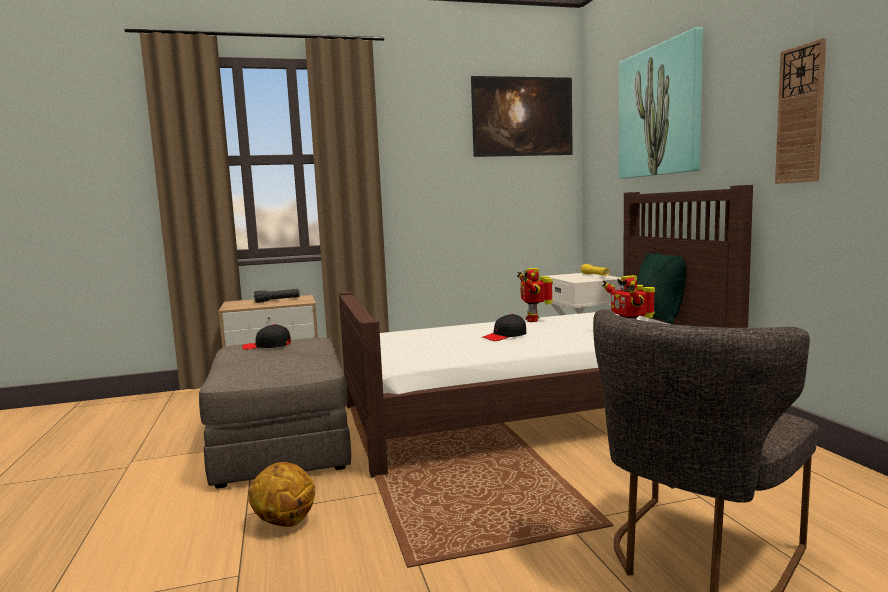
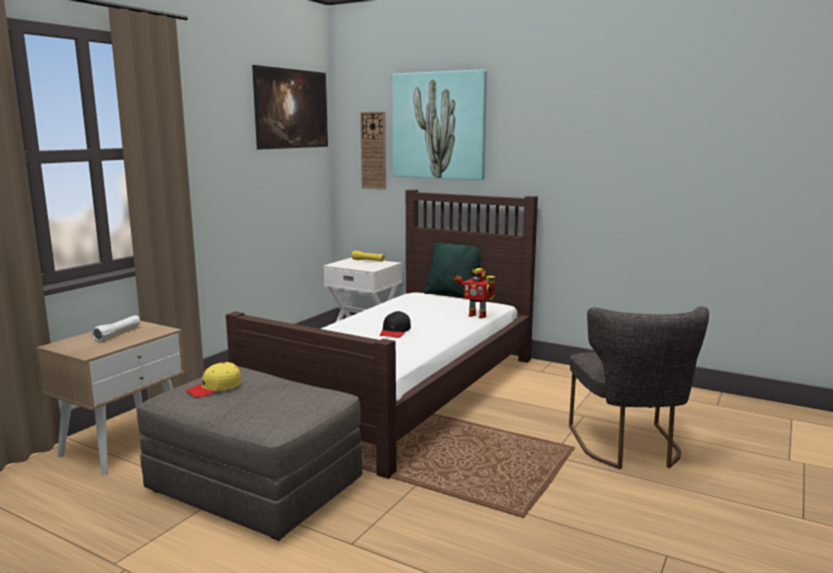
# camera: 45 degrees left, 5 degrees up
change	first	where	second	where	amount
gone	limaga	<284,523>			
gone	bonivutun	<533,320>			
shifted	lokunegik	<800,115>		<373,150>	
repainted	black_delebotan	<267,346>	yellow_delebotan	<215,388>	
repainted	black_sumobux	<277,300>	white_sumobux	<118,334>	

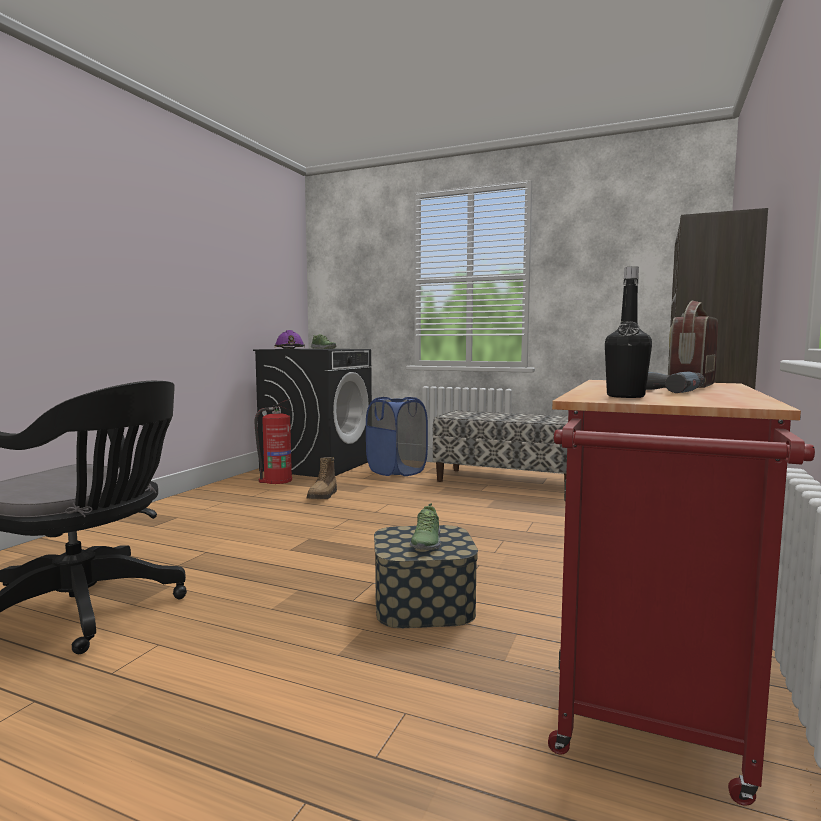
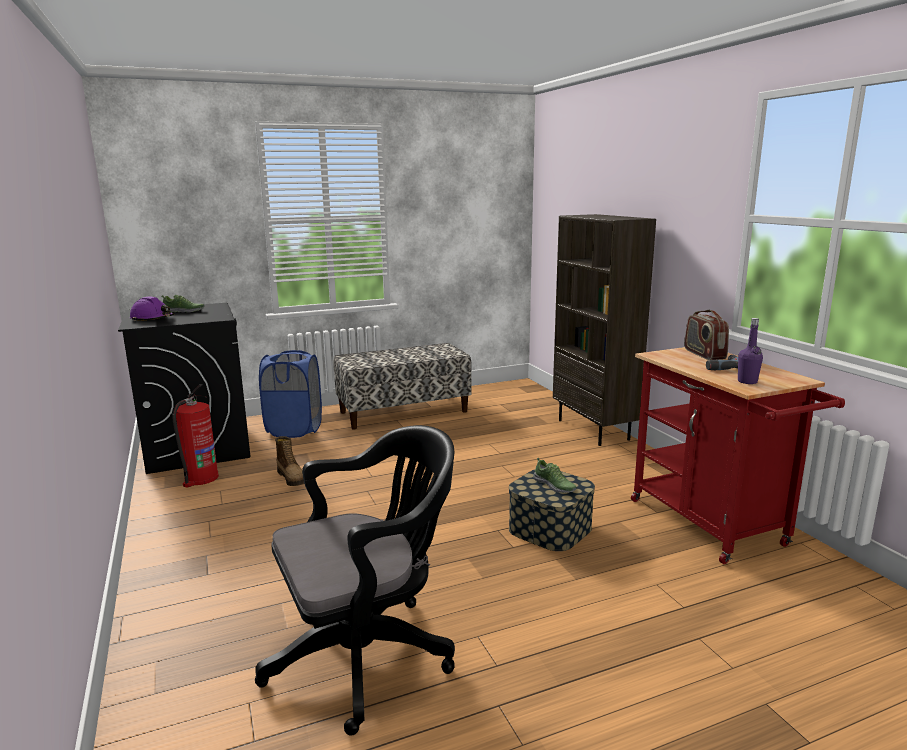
# camera: 45 degrees left, 10 degrees up
change	first	where	second	where	amount
repainted	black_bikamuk	<625,396>	purple_bikamuk	<747,381>	

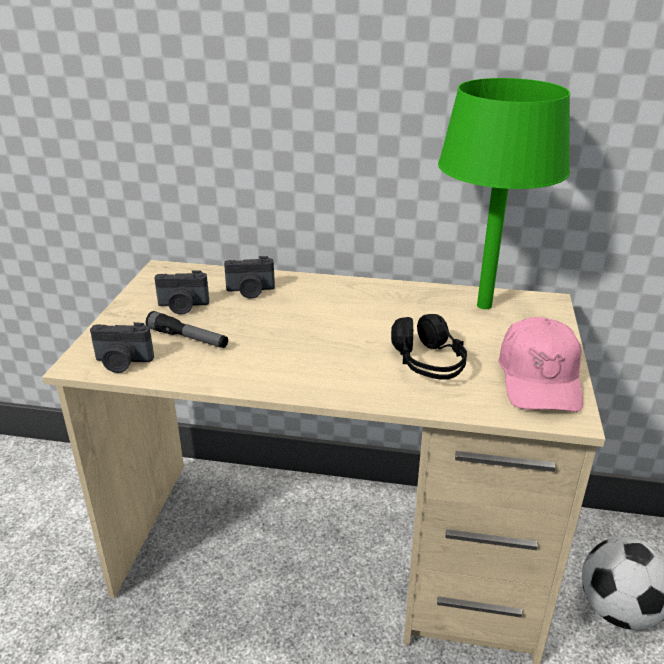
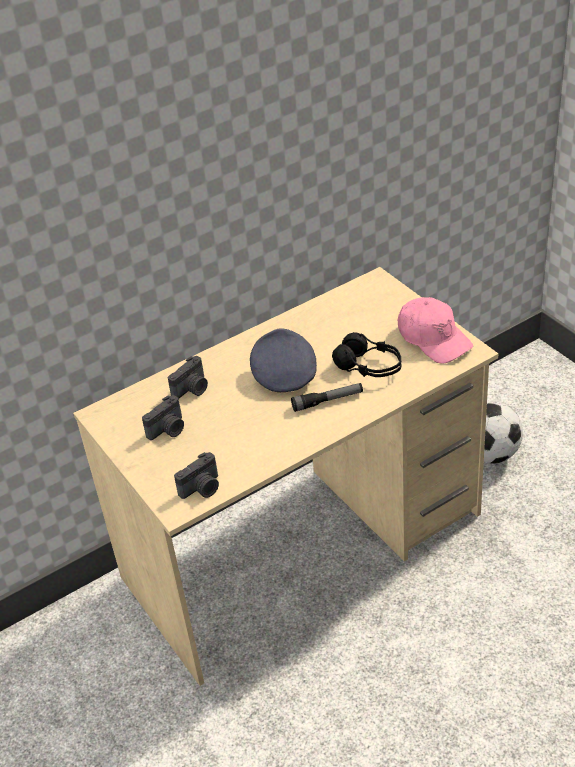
# camera: 40 degrees left, 10 degrees up
change	first	where	second	where	amount
gone	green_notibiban	<483,305>			
new			grey_delebotan	<283,373>	
shifted	sumobux	<188,338>		<327,401>	

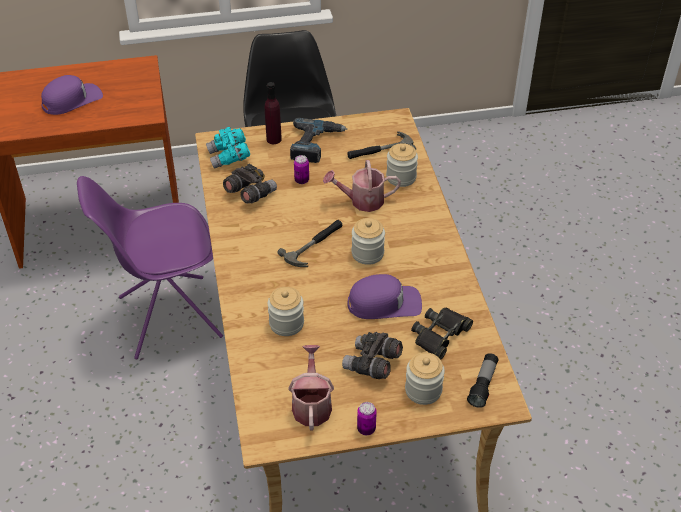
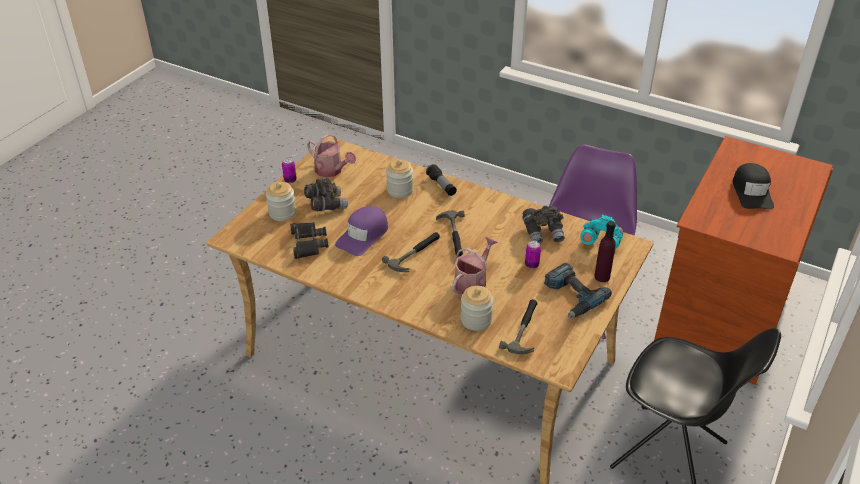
# camera: 130 degrees right, 5 degrees down
change	first	where	second	where	amount
shifted	sumobux	<483,385>		<441,186>	
swapped	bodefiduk	<367,253>	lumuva	<415,254>	
repainted	purple_delebotan	<72,100>	black_delebotan	<752,192>	

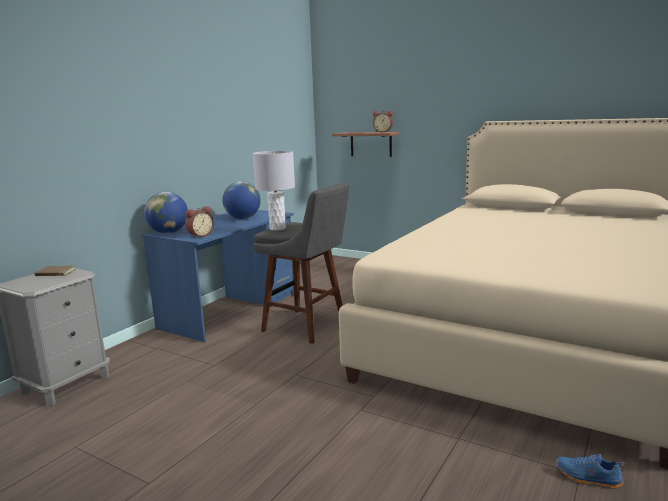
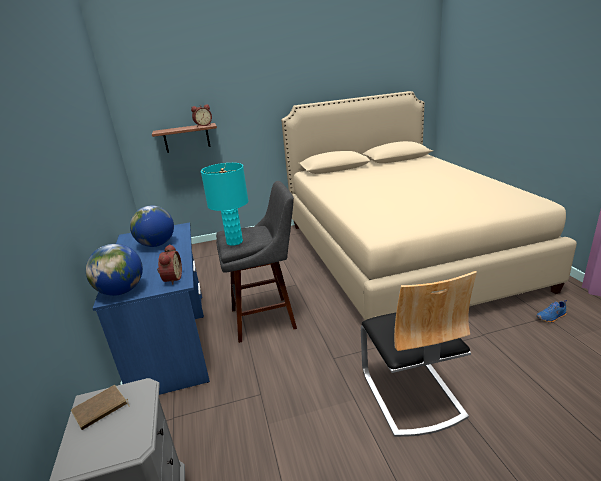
# camera: 45 degrees left, 10 degrees up
change	first	where	second	where	amount
new			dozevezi	<411,394>	
repainted	grey_notibiban	<278,228>	turquoise_notibiban	<235,242>	

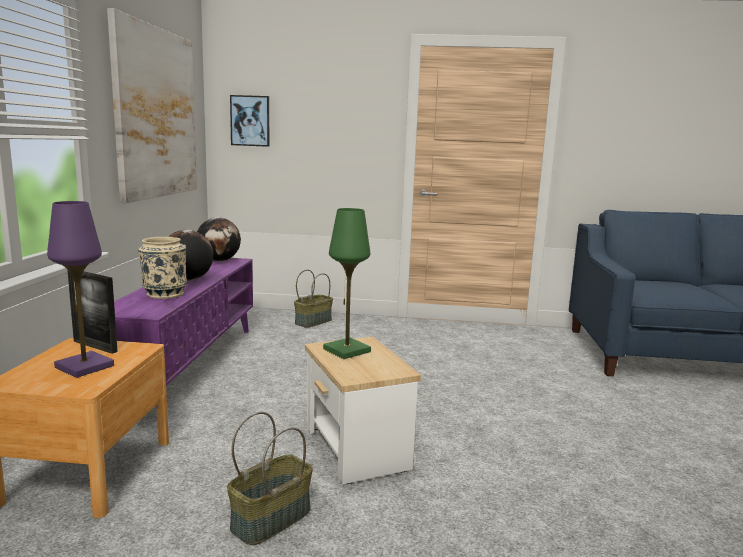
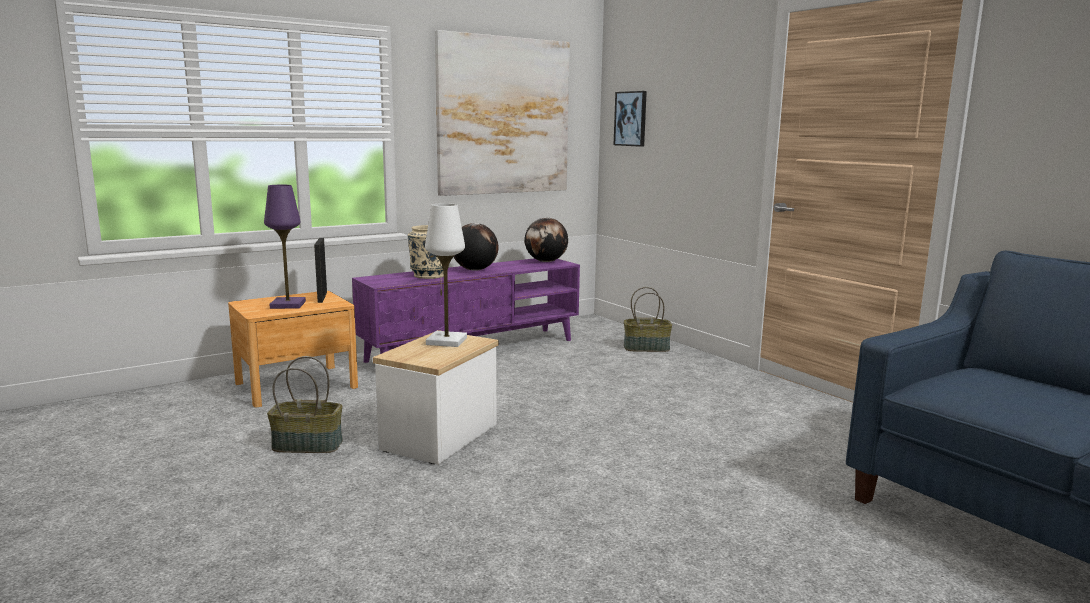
# camera: 50 degrees right, 0 degrees up
change	first	where	second	where	amount
repainted	green_notibiban	<346,350>	white_notibiban	<446,341>	

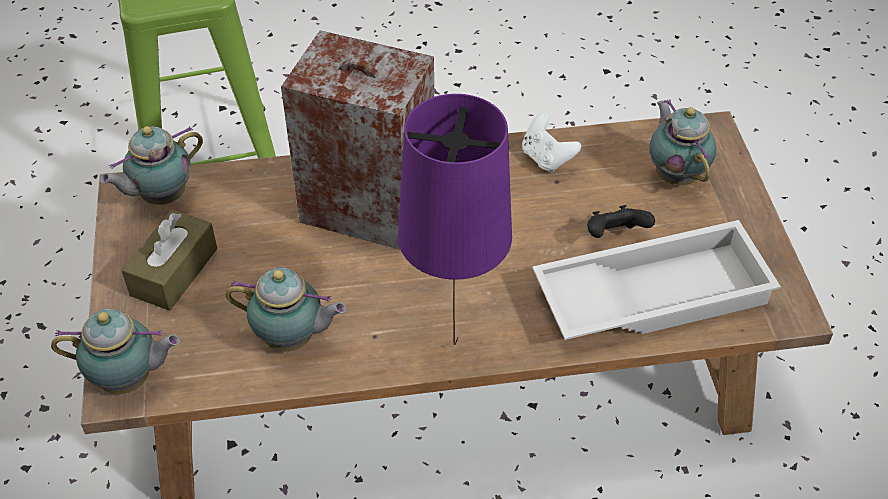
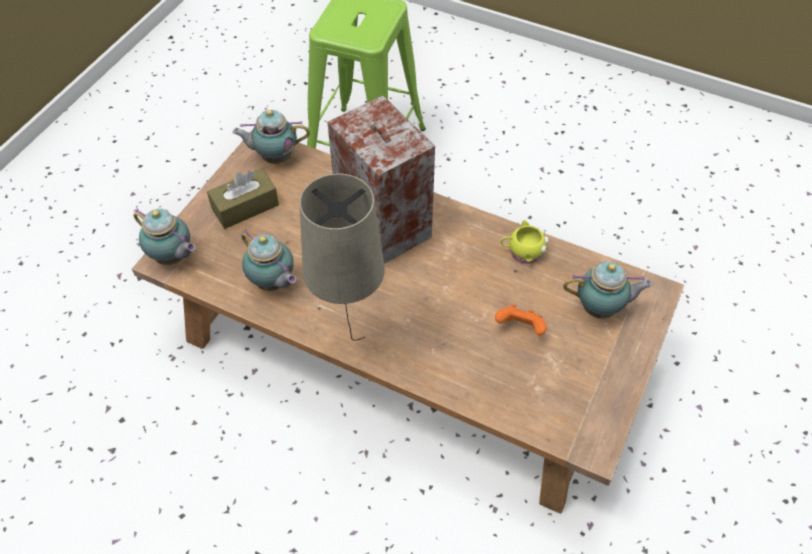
# camera: 35 degrees right, 5 degrees up
change	first	where	second	where	amount
gone	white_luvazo	<652,293>			
swapped	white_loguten	<546,158>	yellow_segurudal	<522,251>	
repainted	purple_notibiban	<454,358>	beige_notibiban	<351,349>	
repainted	black_loguten	<614,236>	orange_loguten	<520,328>	
rotated	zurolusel	<675,174>		<601,309>	75 degrees clockwise

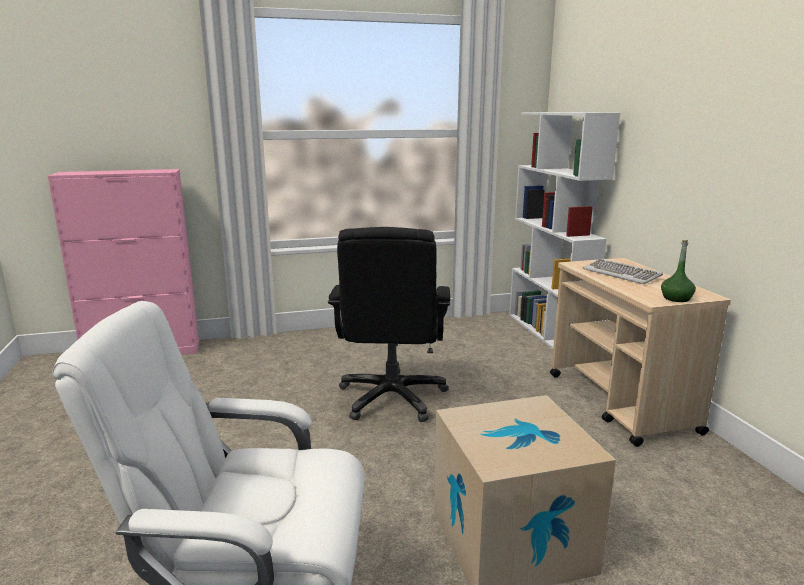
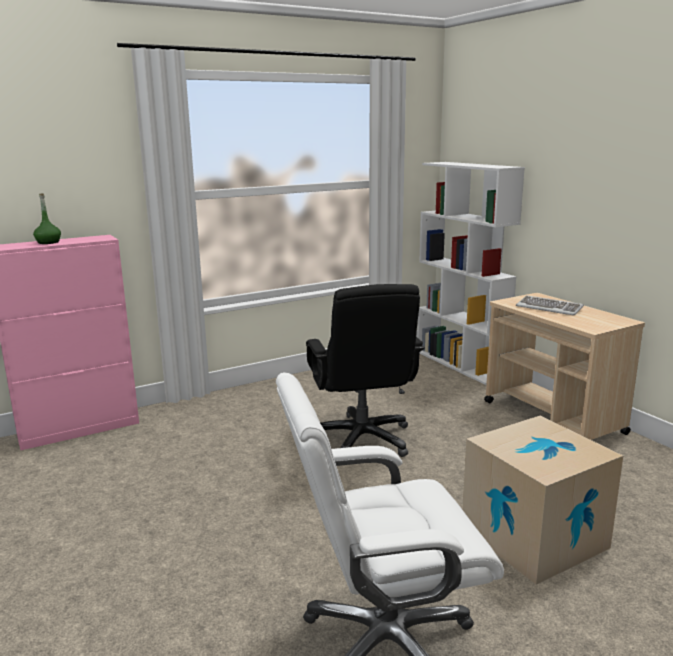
# camera: 15 degrees left, 0 degrees up
change	first	where	second	where	amount
shifted	green_bikamuk	<676,298>		<48,242>	

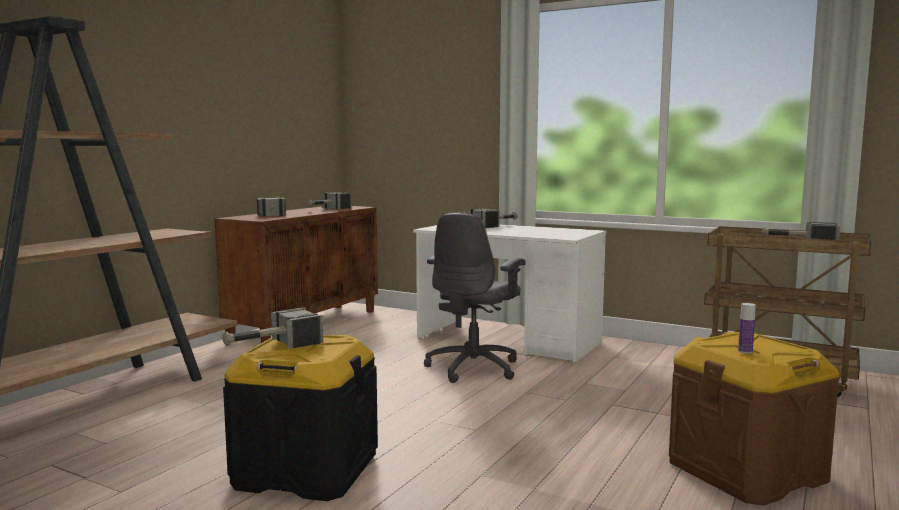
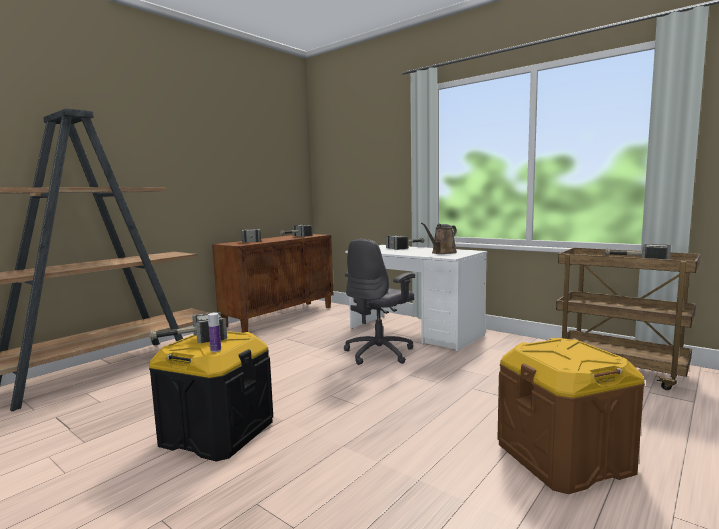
# camera: 10 degrees right, 0 degrees up
change	first	where	second	where	amount
new			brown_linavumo	<442,253>	
shifted	bikamuk	<745,351>		<215,350>	

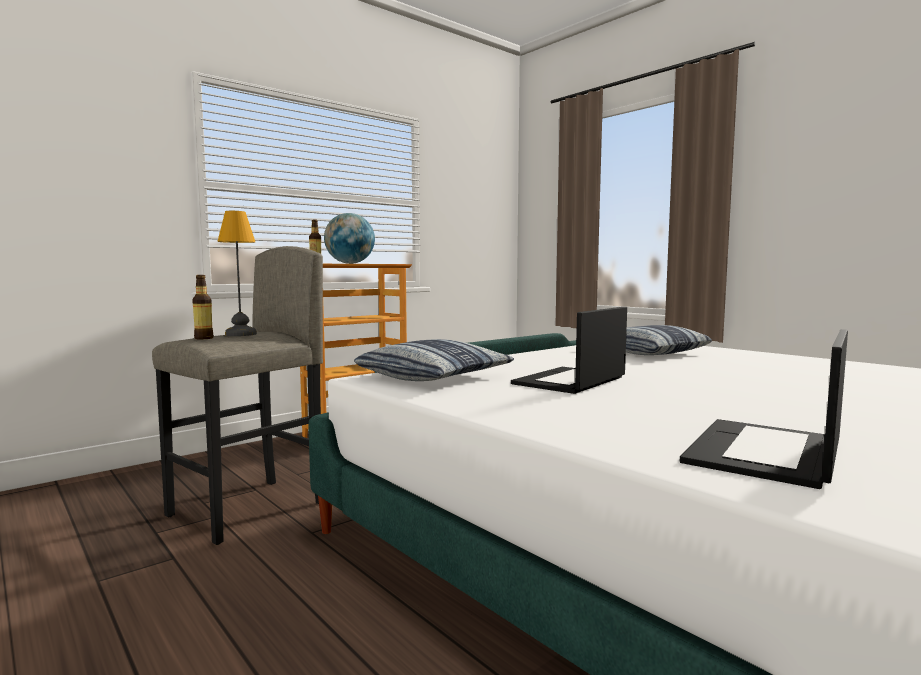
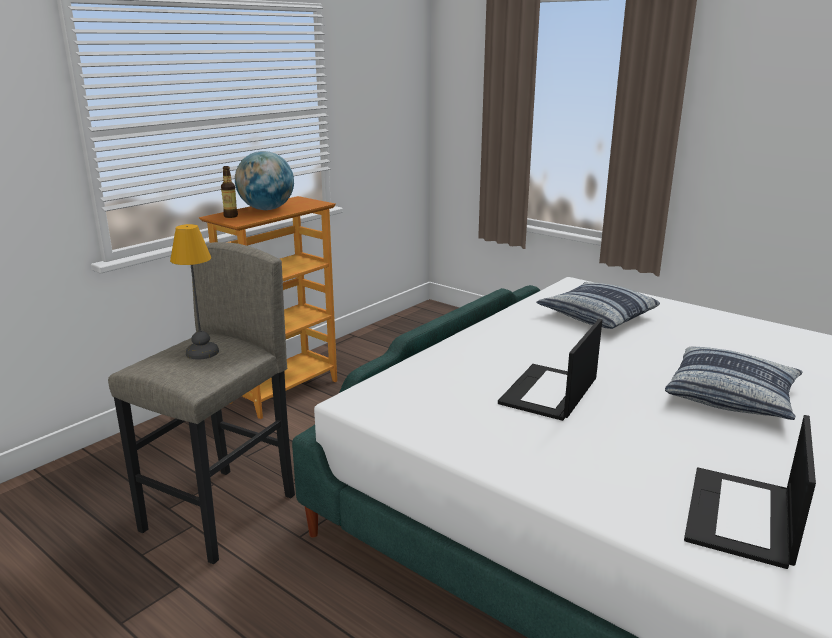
# camera: 10 degrees left, 15 degrees up
change	first	where	second	where	amount
gone	bikamuk	<203,338>			
shifted	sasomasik	<434,377>		<732,395>	

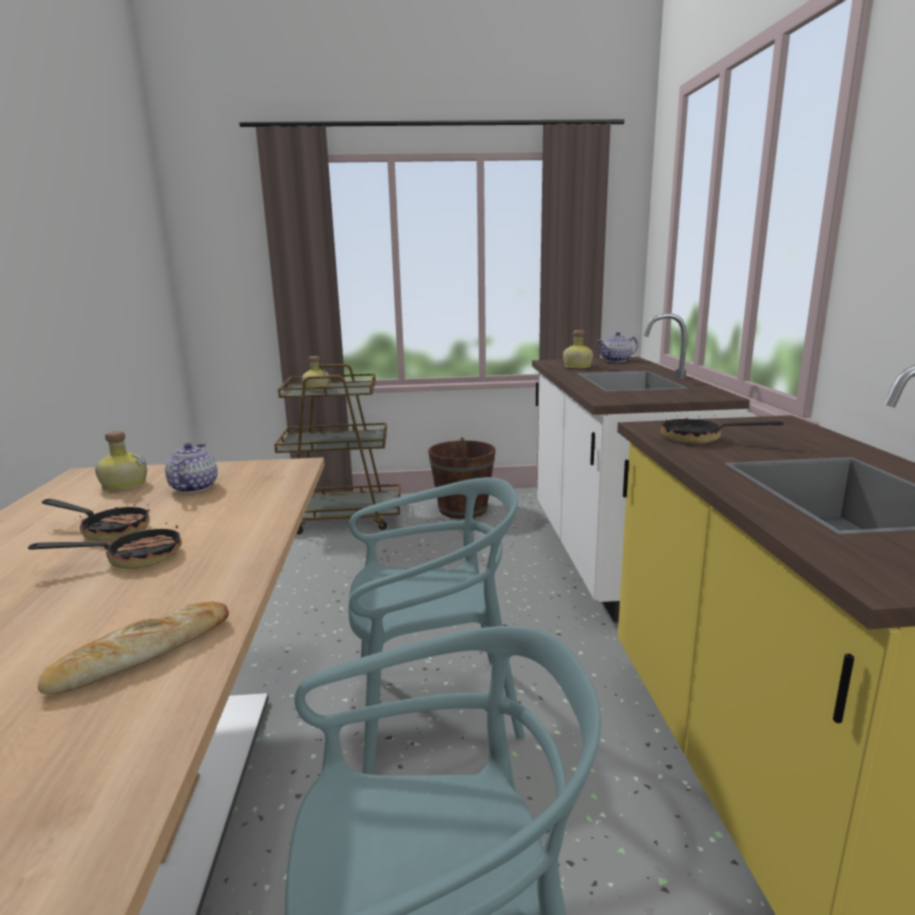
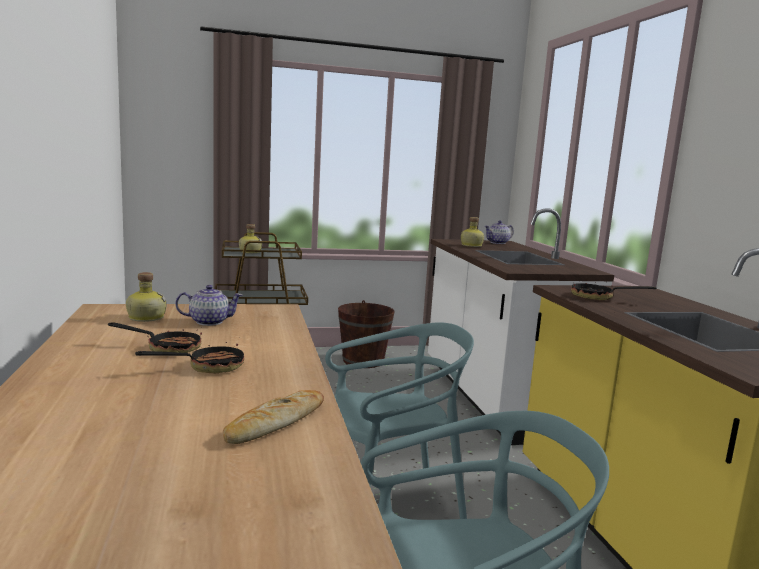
# camera: 10 degrees left, 5 degrees down
change	first	where	second	where	amount
rotated	zurolusel	<193,488>		<209,321>	90 degrees clockwise

